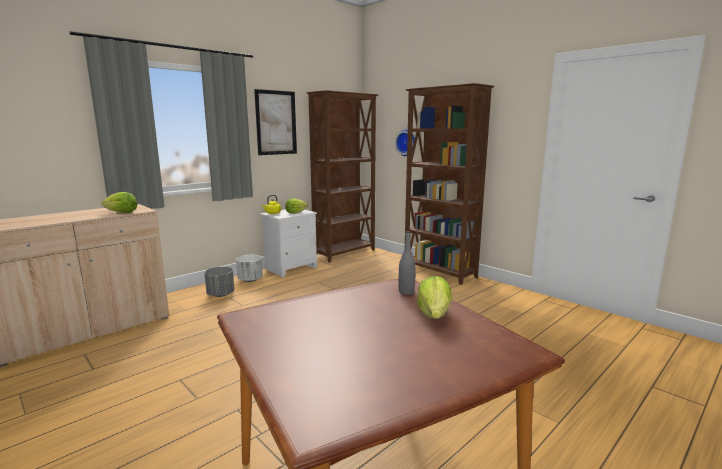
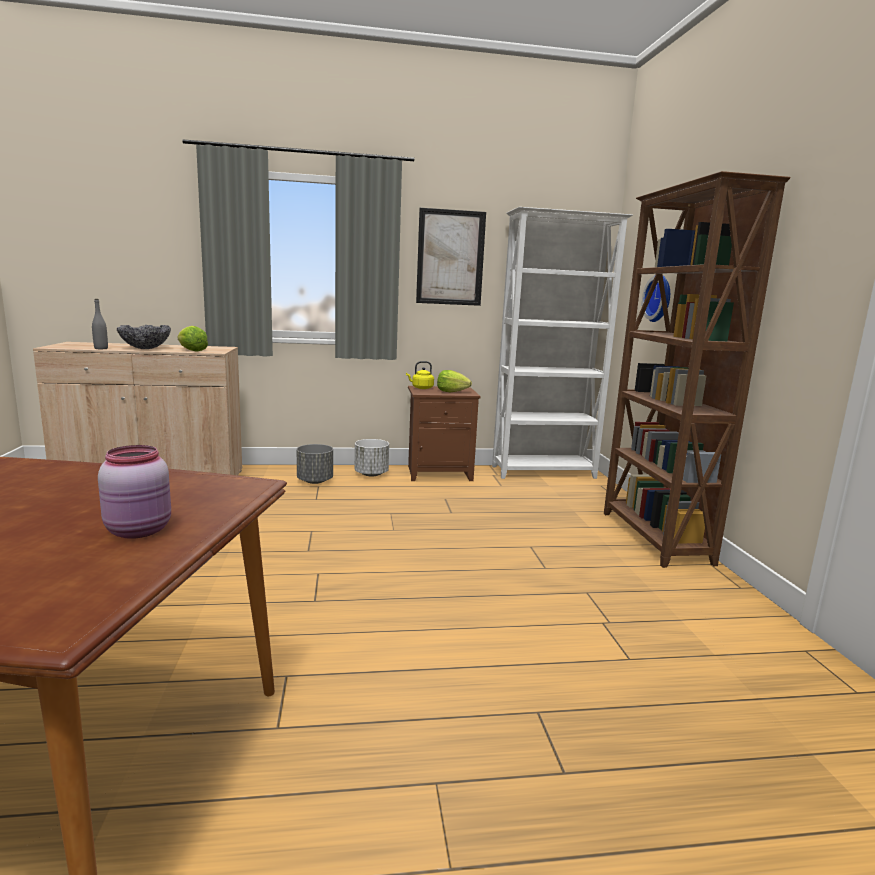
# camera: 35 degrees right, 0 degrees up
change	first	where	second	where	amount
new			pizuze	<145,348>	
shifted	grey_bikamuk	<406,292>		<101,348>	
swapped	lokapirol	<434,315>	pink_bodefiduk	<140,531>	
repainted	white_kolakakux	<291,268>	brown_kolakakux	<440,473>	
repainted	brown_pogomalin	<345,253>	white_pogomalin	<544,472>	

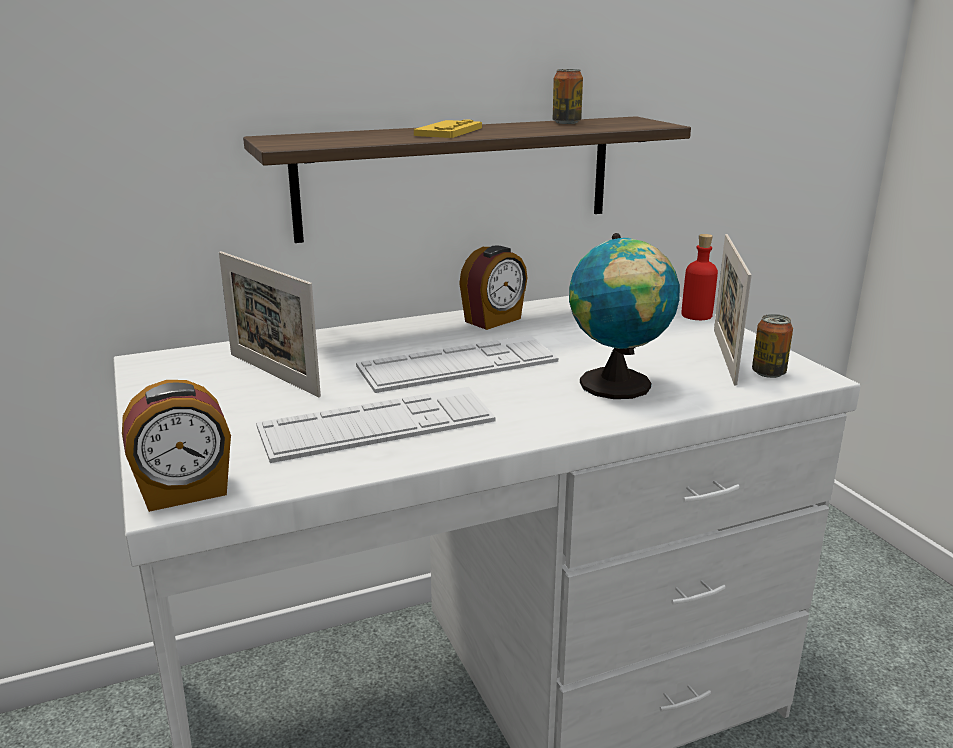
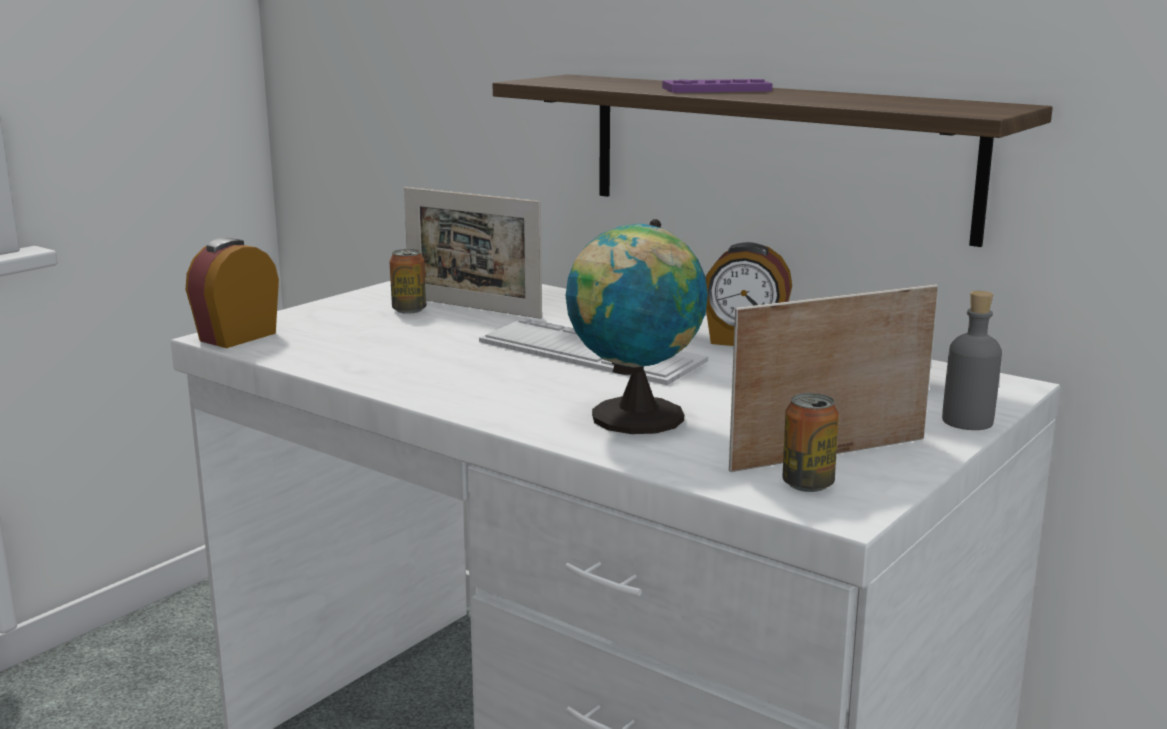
# camera: 60 degrees right, 5 degrees down
change	first	where	second	where	amount
gone	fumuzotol	<377,425>			
shifted	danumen	<566,122>		<409,310>	
repainted	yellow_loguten	<448,131>	purple_loguten	<716,89>	
repainted	red_bikamuk	<696,315>	grey_bikamuk	<967,421>	
rotated	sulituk	<185,492>		<236,337>	90 degrees clockwise
rotated	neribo	<273,374>		<473,307>	75 degrees counterclockwise

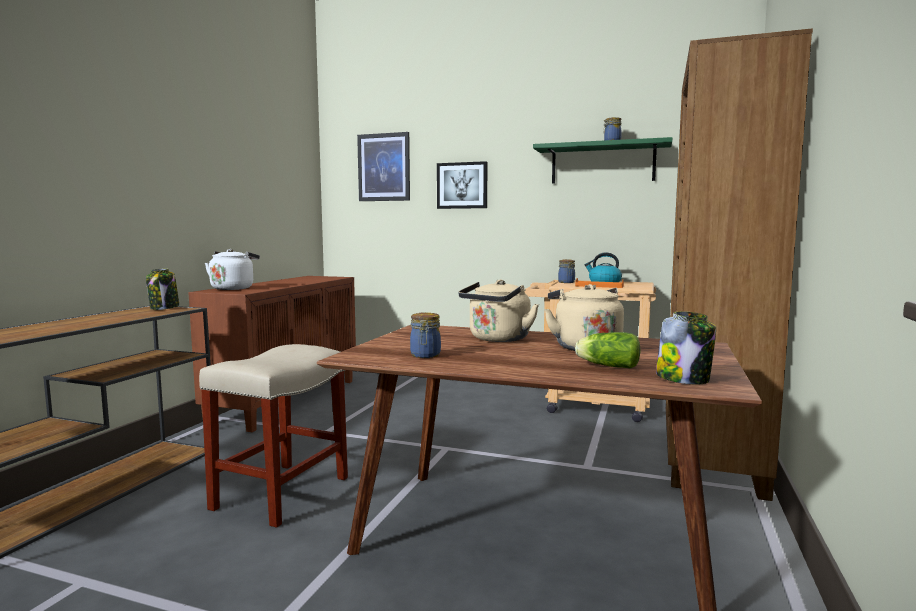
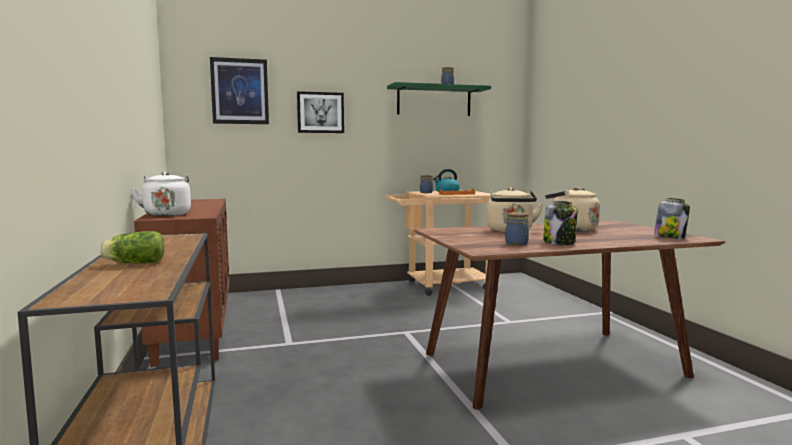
# camera: 35 degrees left, 0 degrees up
change	first	where	second	where	amount
gone	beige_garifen	<282,492>			
gone	brown_pogomalin	<710,458>			
shifted	bodefiduk	<164,308>		<559,243>	
shifted	lokapirol	<606,366>		<133,263>	

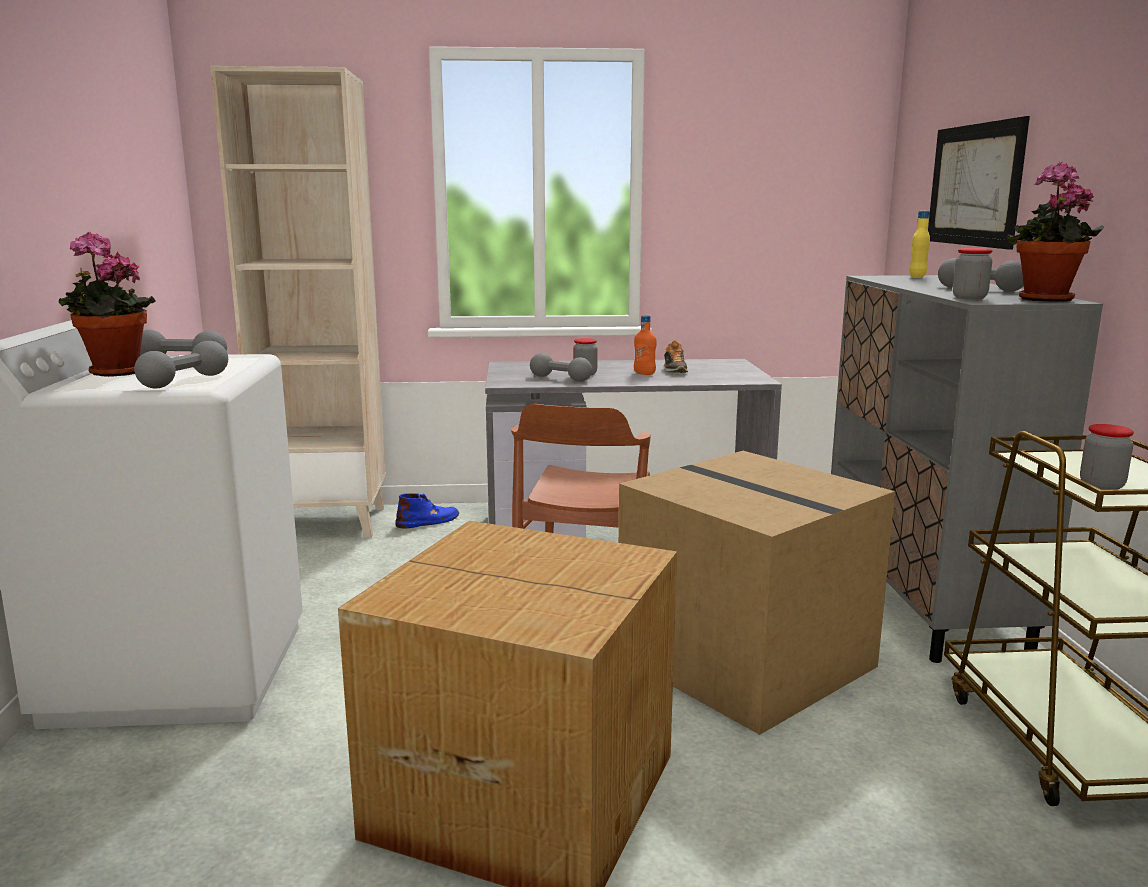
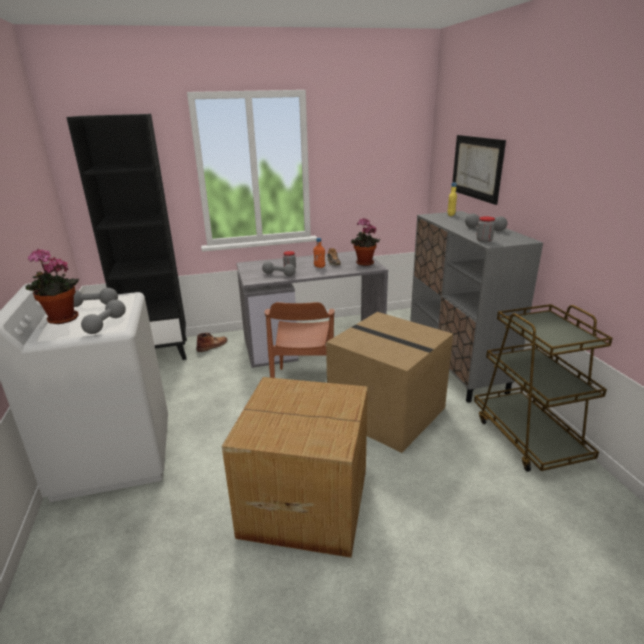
# camera: 10 degrees left, 10 degrees up
change	first	where	second	where	amount
gone	bodefiduk	<1101,486>			
shifted	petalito	<1044,300>		<364,264>	
repainted	beige_pogomalin	<327,523>	black_pogomalin	<159,352>	
repainted	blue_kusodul	<428,521>	brown_kusodul	<213,346>	

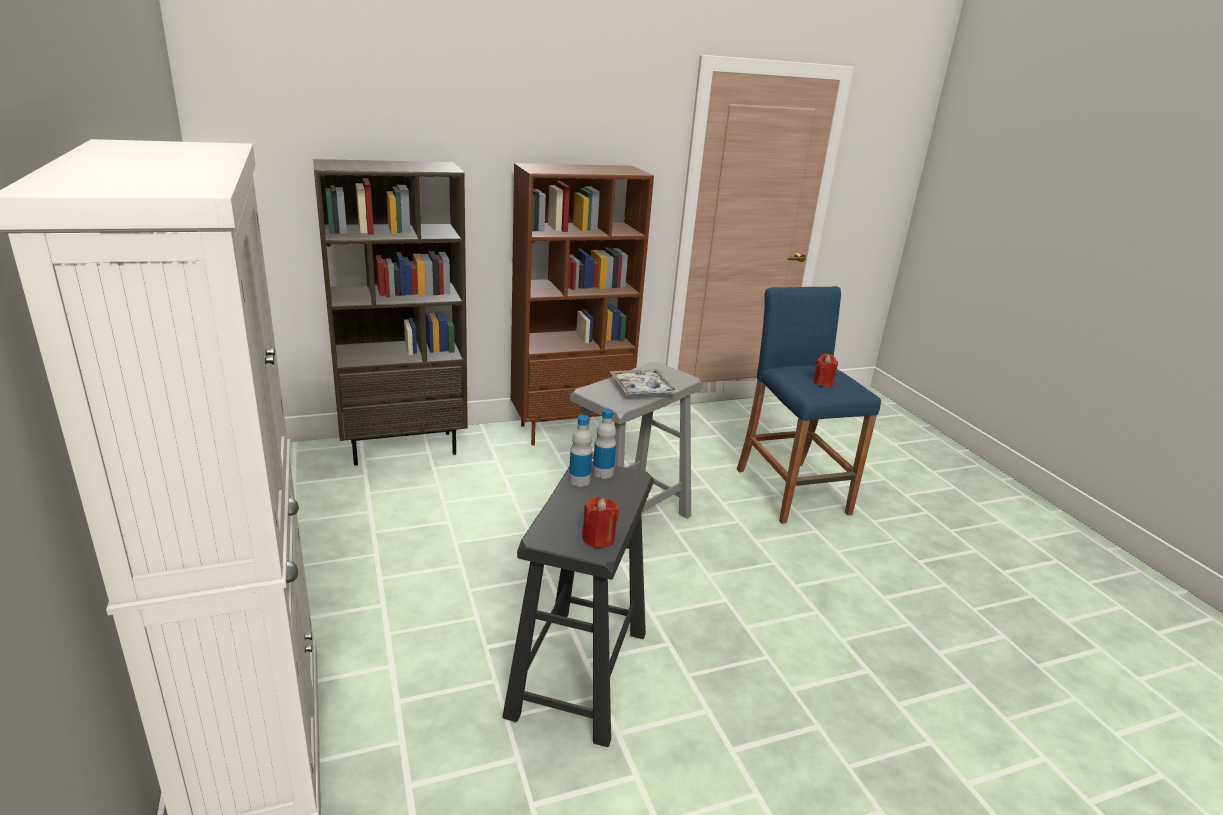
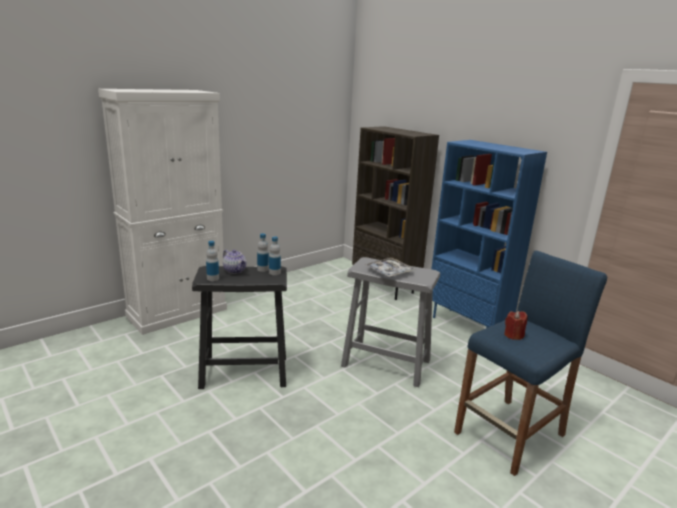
# camera: 70 degrees right, 5 degrees down
change	first	where	second	where	amount
new			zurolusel	<235,270>	
swapped	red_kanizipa	<598,538>	bikamuk	<213,278>	
repainted	brown_pogomalin	<570,430>	blue_pogomalin	<468,325>	

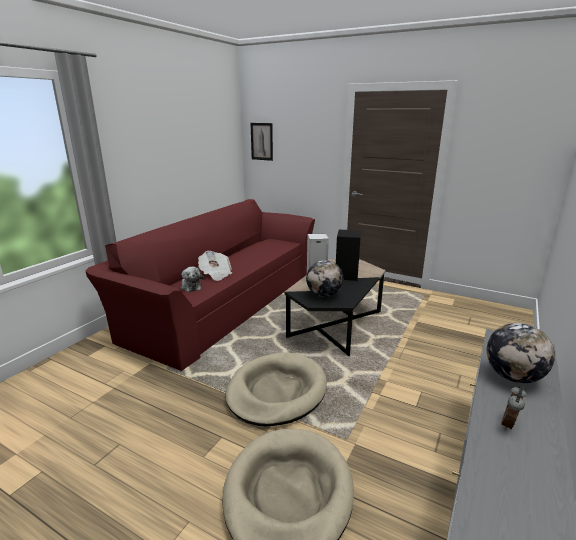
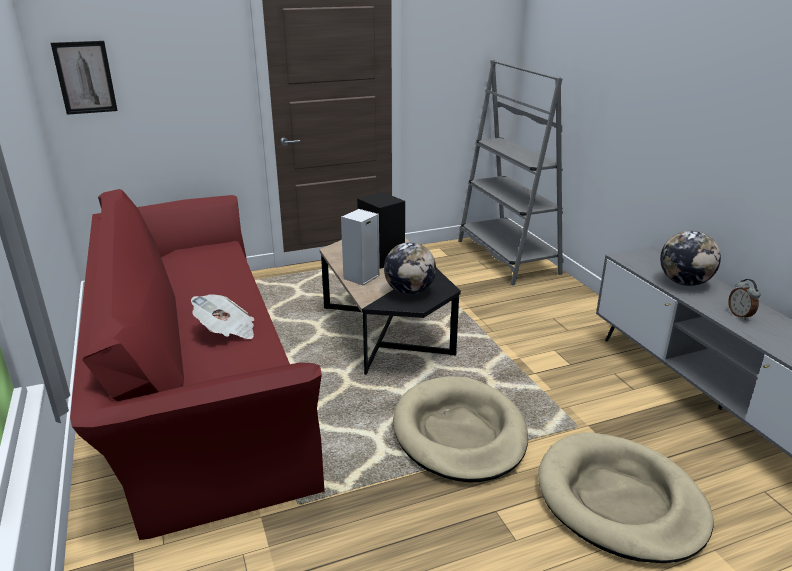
# camera: 50 degrees left, 5 degrees up
change	first	where	second	where	amount
gone	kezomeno	<191,286>			
new			grey_pogomalin	<507,257>	

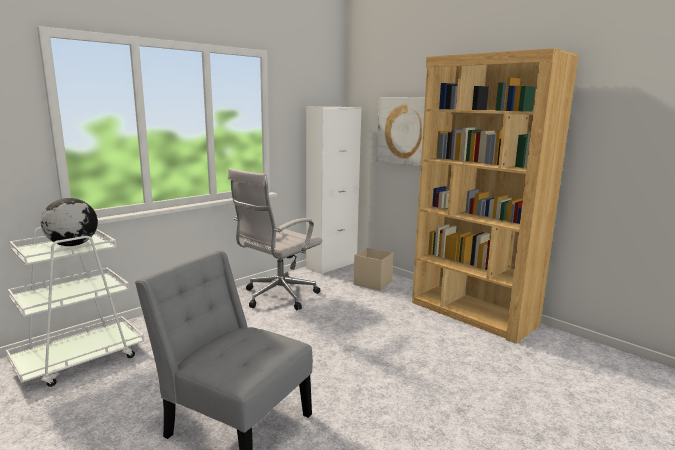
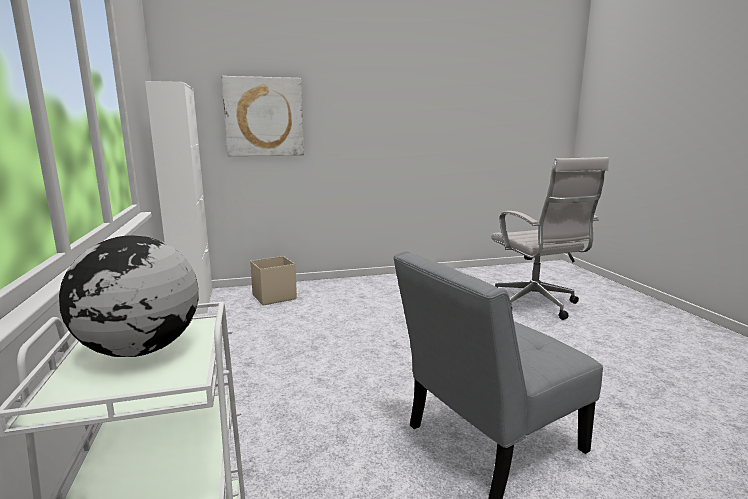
# camera: 60 degrees left, 0 degrees up
change	first	where	second	where	amount
gone	brown_pogomalin	<472,314>			
shifted	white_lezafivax	<277,297>		<536,305>	

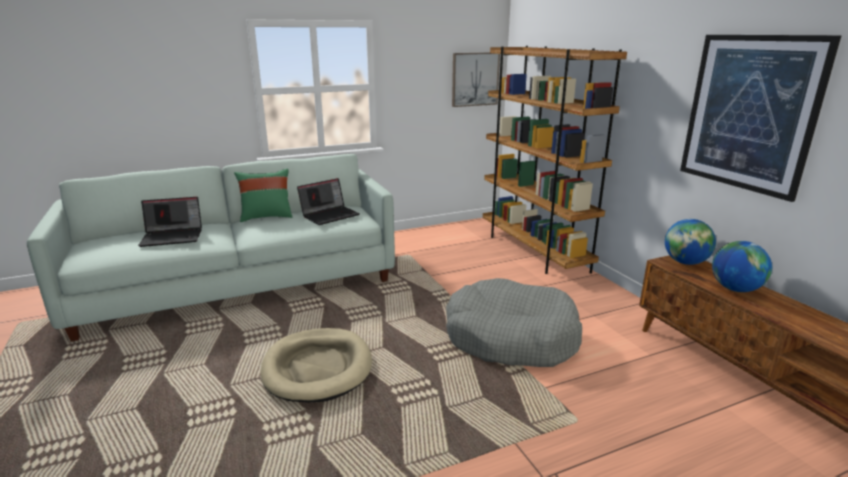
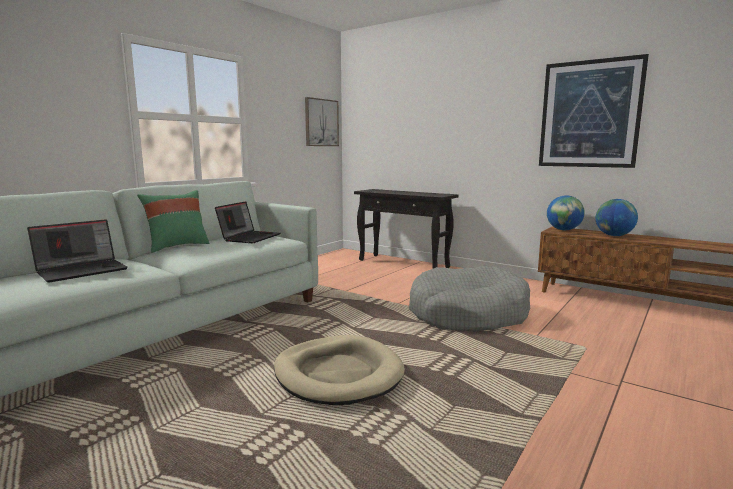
# camera: 30 degrees left, 10 degrees down
change	first	where	second	where	amount
swapped	brown_pogomalin	<533,251>	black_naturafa	<404,264>	

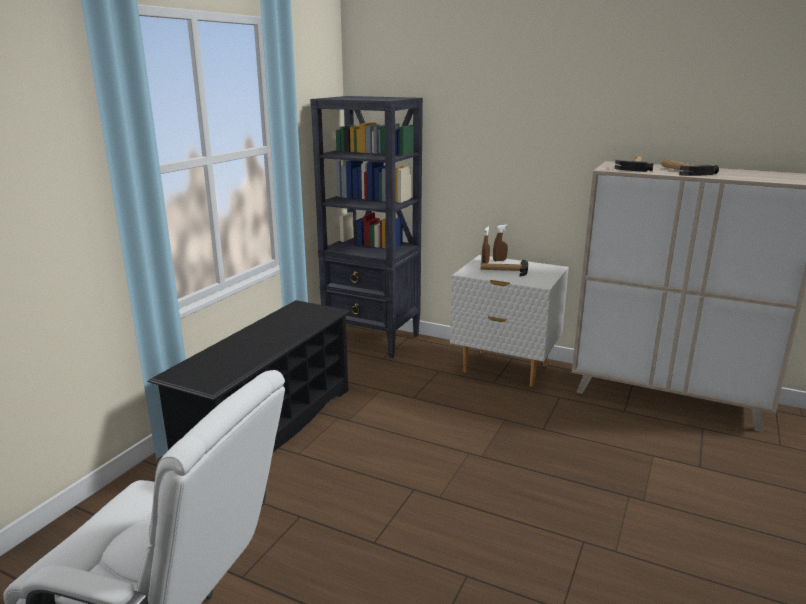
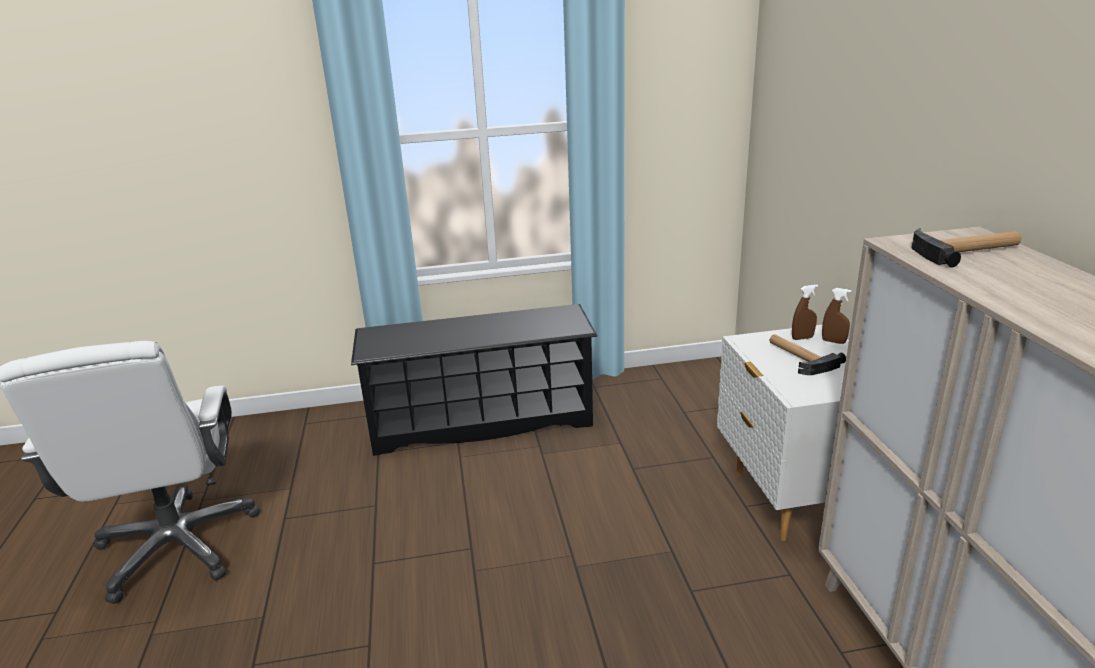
# camera: 55 degrees right, 5 degrees up
change	first	where	second	where	amount
gone	black_pogomalin	<373,340>			
gone	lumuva	<682,171>			

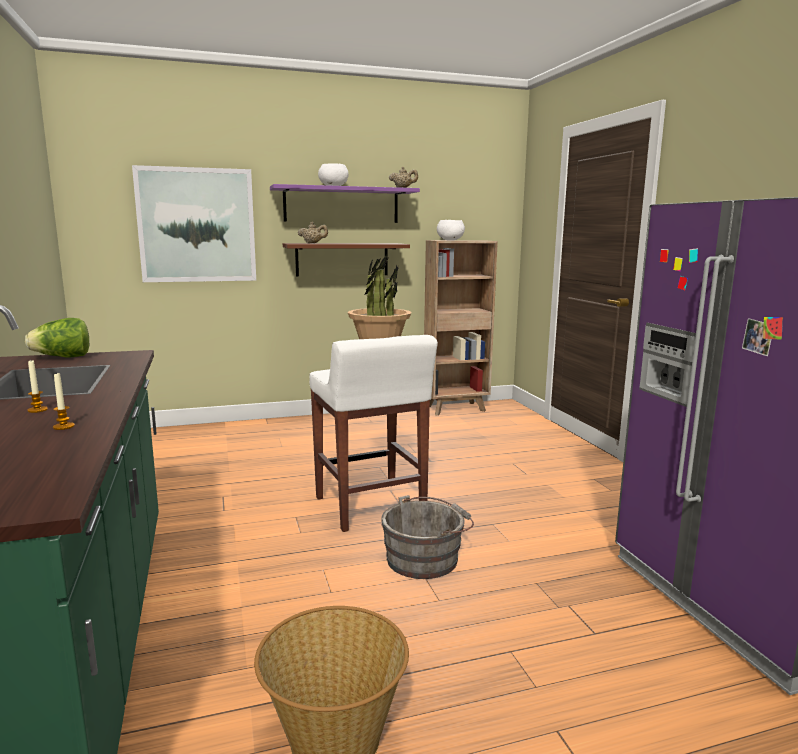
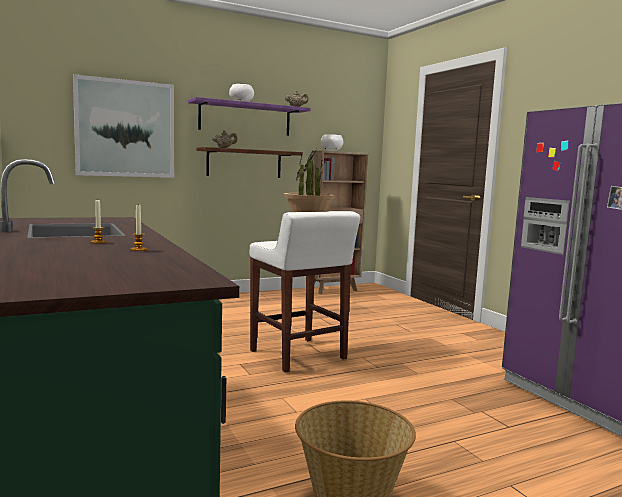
# camera: 10 degrees left, 5 degrees down
change	first	where	second	where	amount
gone	lokapirol	<63,357>			
gone	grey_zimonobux	<426,558>			

